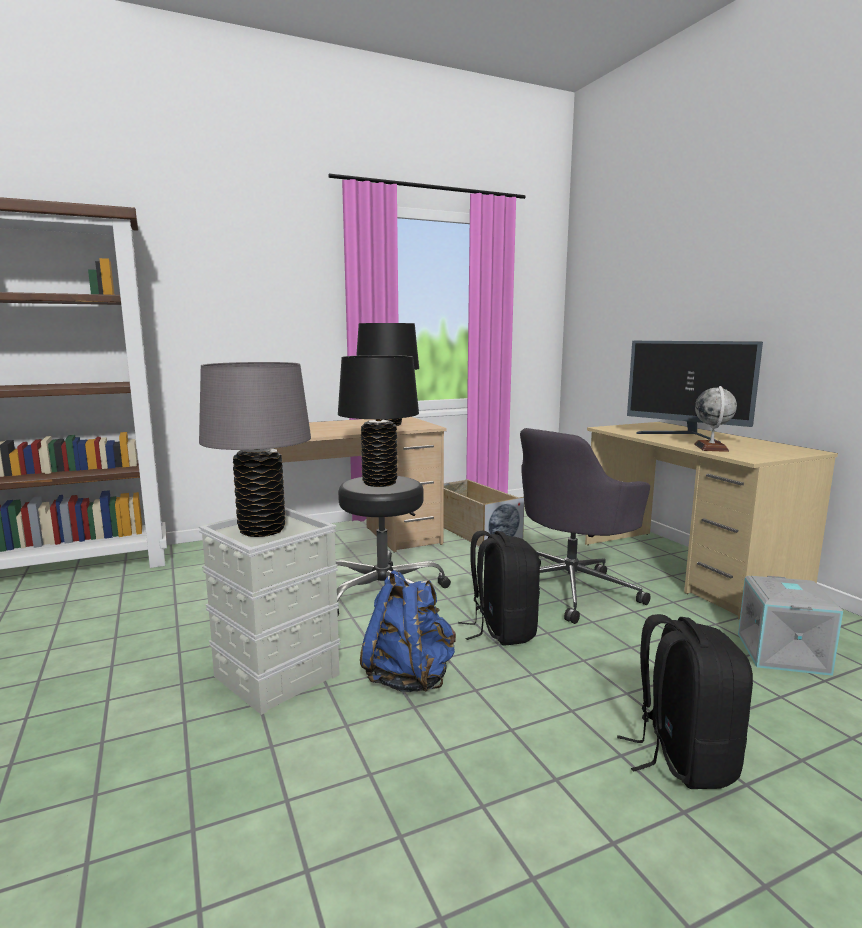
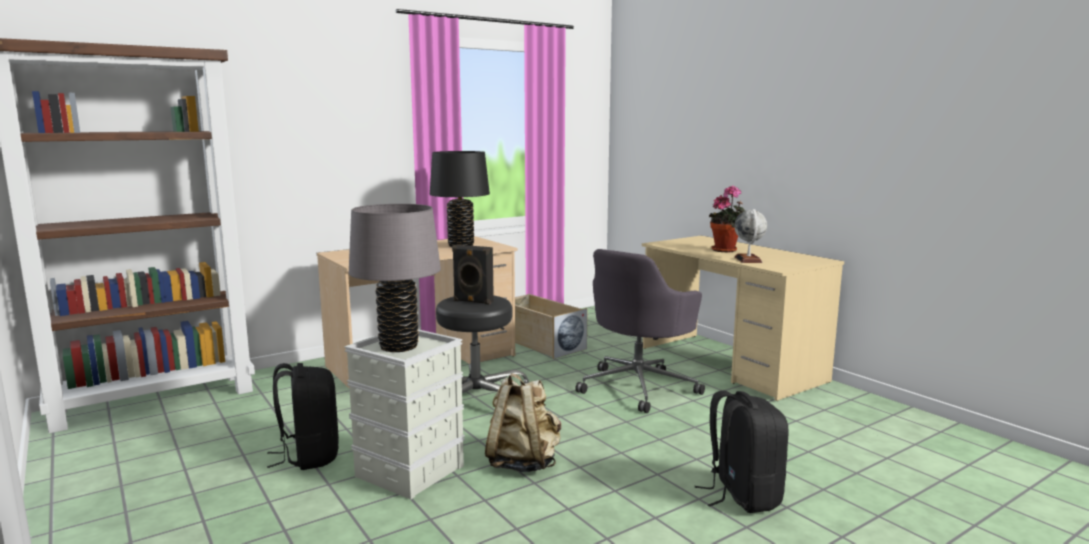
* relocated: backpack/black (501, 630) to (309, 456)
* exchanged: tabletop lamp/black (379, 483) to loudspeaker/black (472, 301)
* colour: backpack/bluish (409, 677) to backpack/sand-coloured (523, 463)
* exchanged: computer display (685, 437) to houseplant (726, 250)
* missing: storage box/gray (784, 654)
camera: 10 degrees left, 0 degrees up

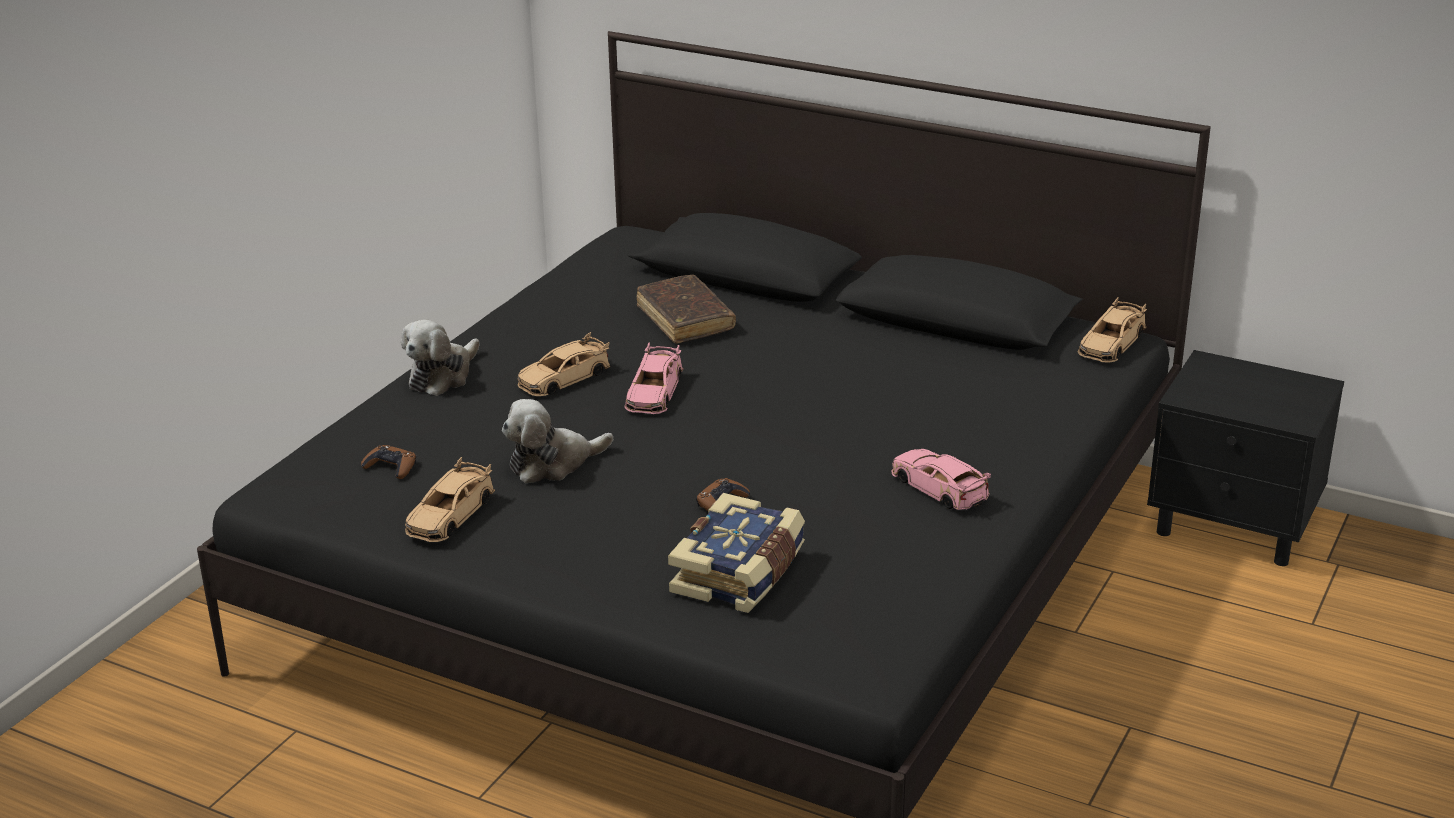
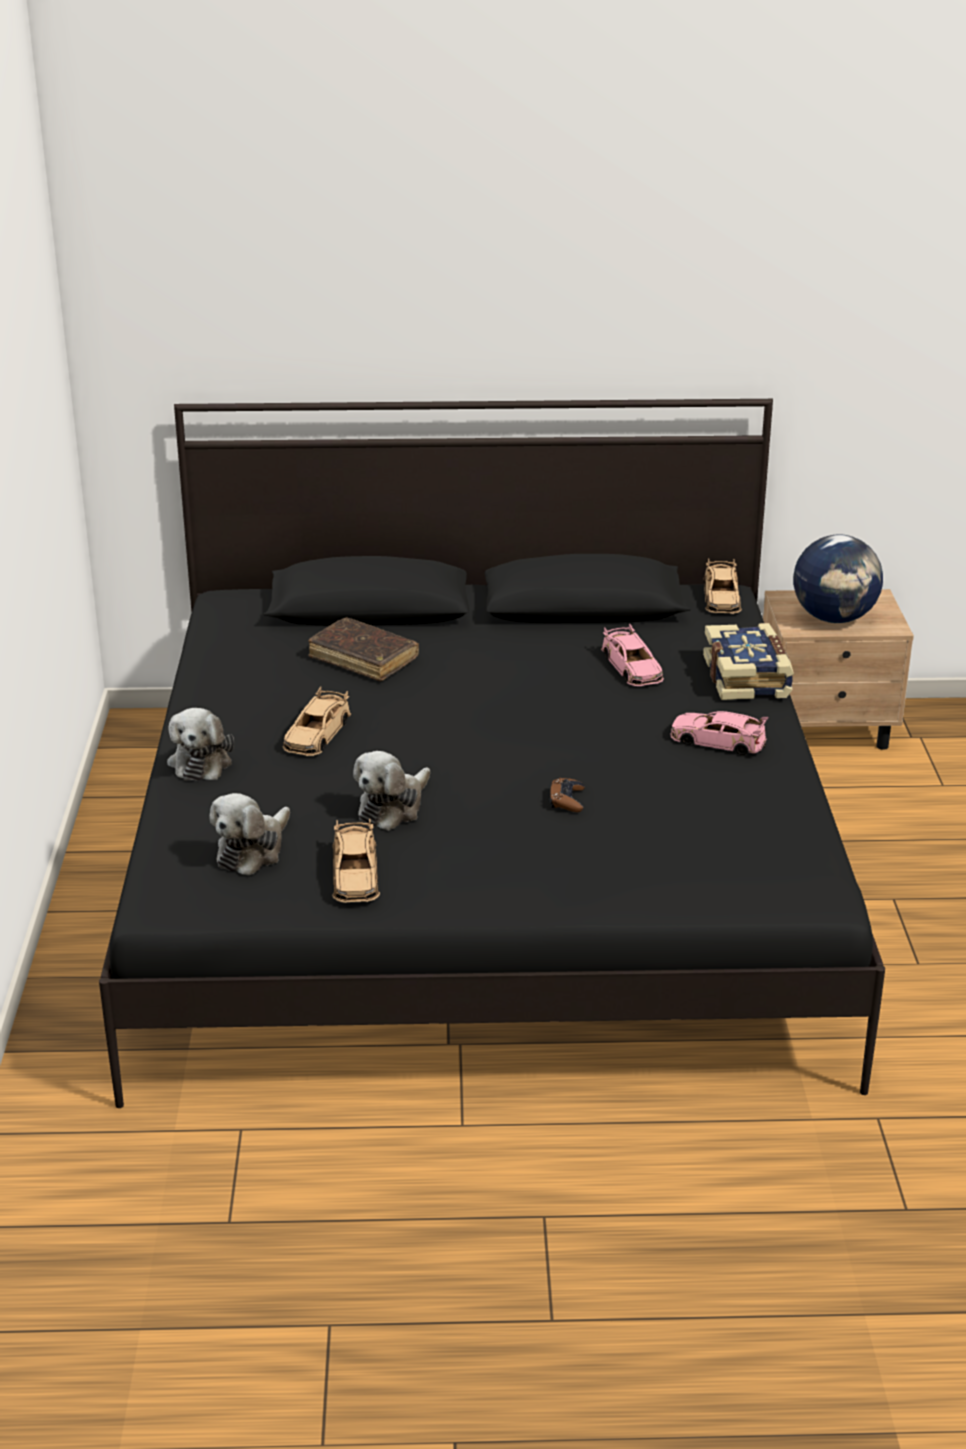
* exchanged: game controller/brown (391, 467) to cuddly toy (252, 851)
* relocated: model car/pink (654, 392) to (632, 668)
* relocated: book (741, 573) to (748, 678)
* colour: nightstand/black (1235, 526) to nightstand/sand-coloured (827, 729)
* appeared: desk globe (834, 619)
camera: 30 degrees left, 0 degrees up

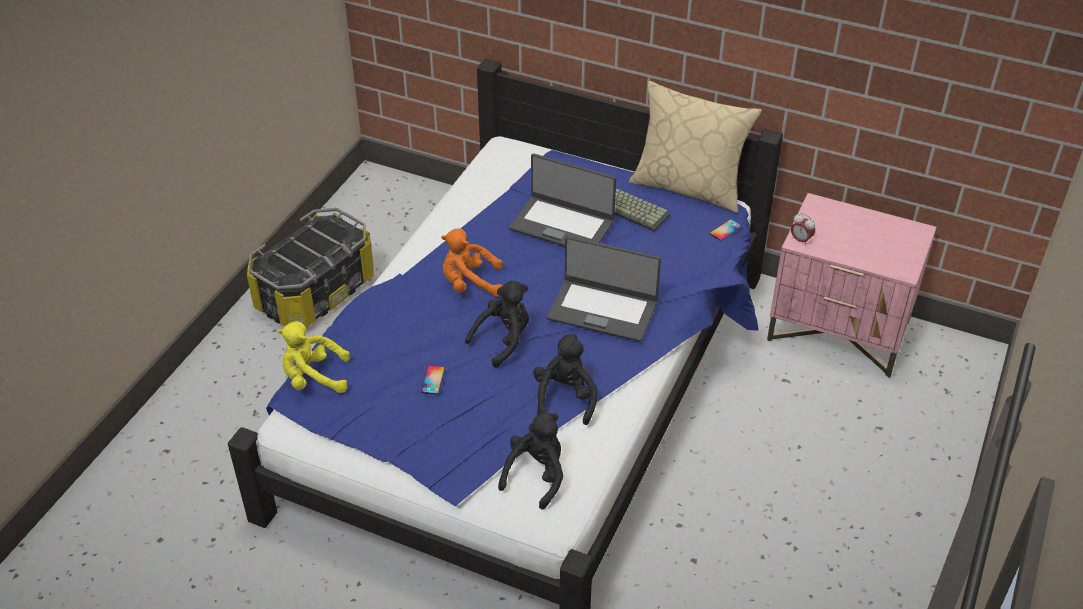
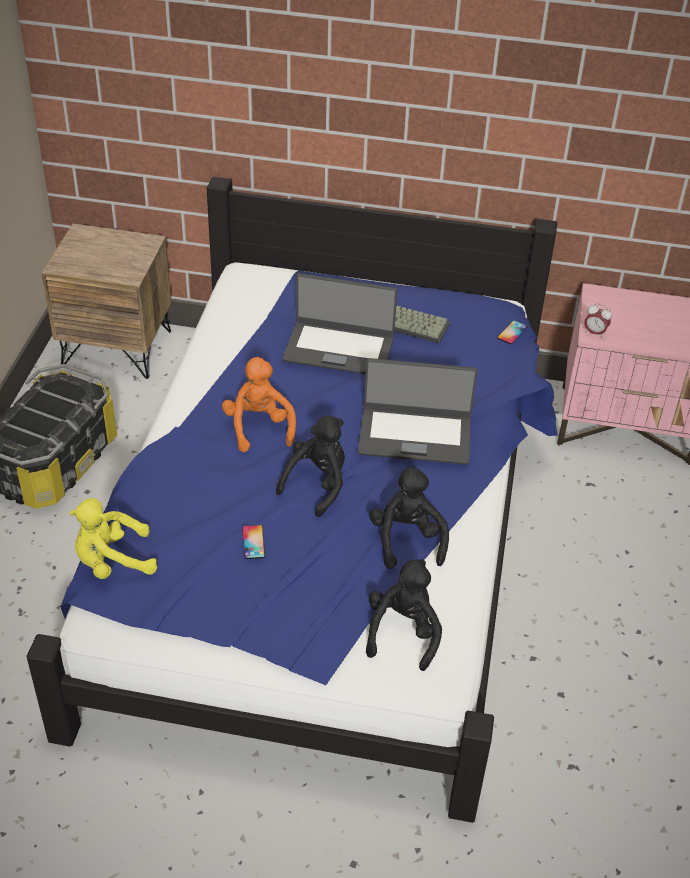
* appeared: nightstand/brown (117, 347)
* spun: cuddly toy/orangey (470, 283) = (259, 427) 90 degrees clockwise
* missing: throw pillow/sand-coloured (689, 187)
camera: 15 degrees left, 0 degrees up

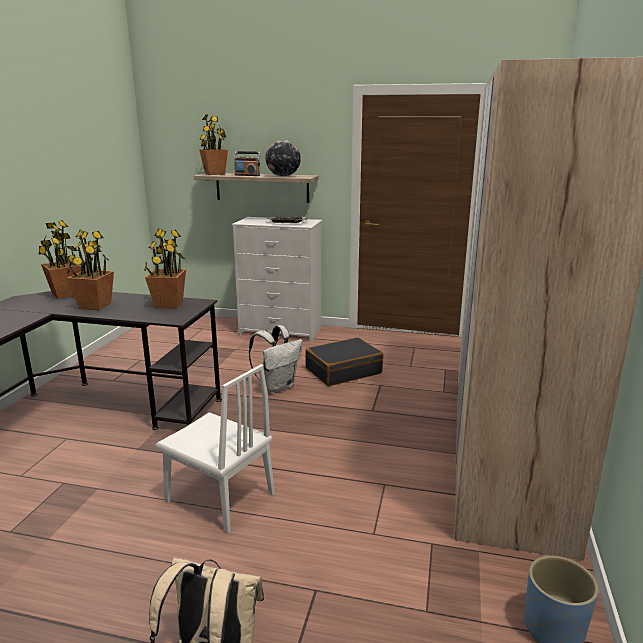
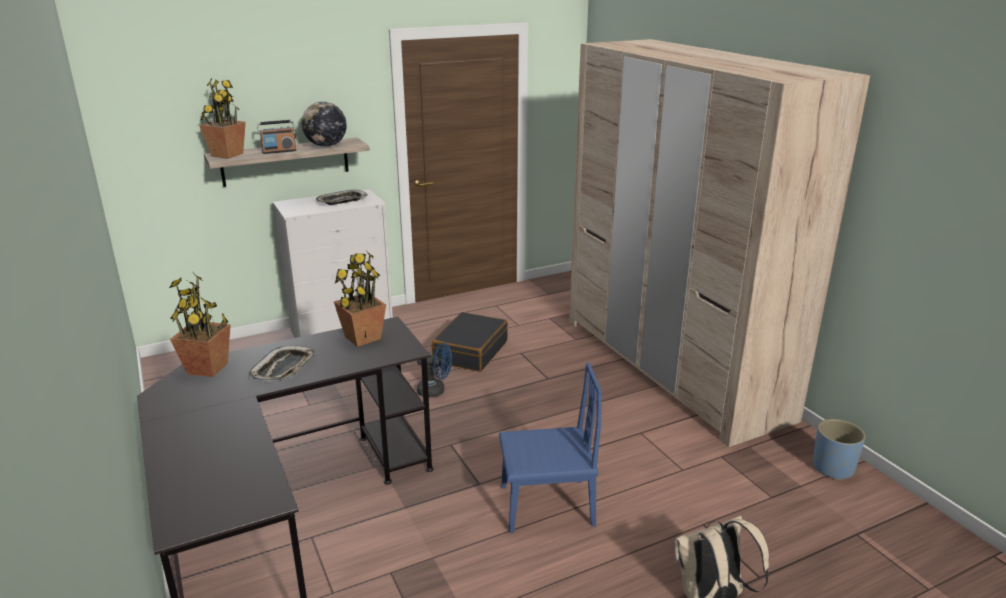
* exchanged: houseplant (94, 306) to carrying tray (284, 368)
* exchanged: backpack/white (277, 386) to fan/bluish (435, 391)
* colour: upright chair/white (219, 497) to upright chair/bluish (546, 505)
camera: 40 degrees left, 5 degrees up

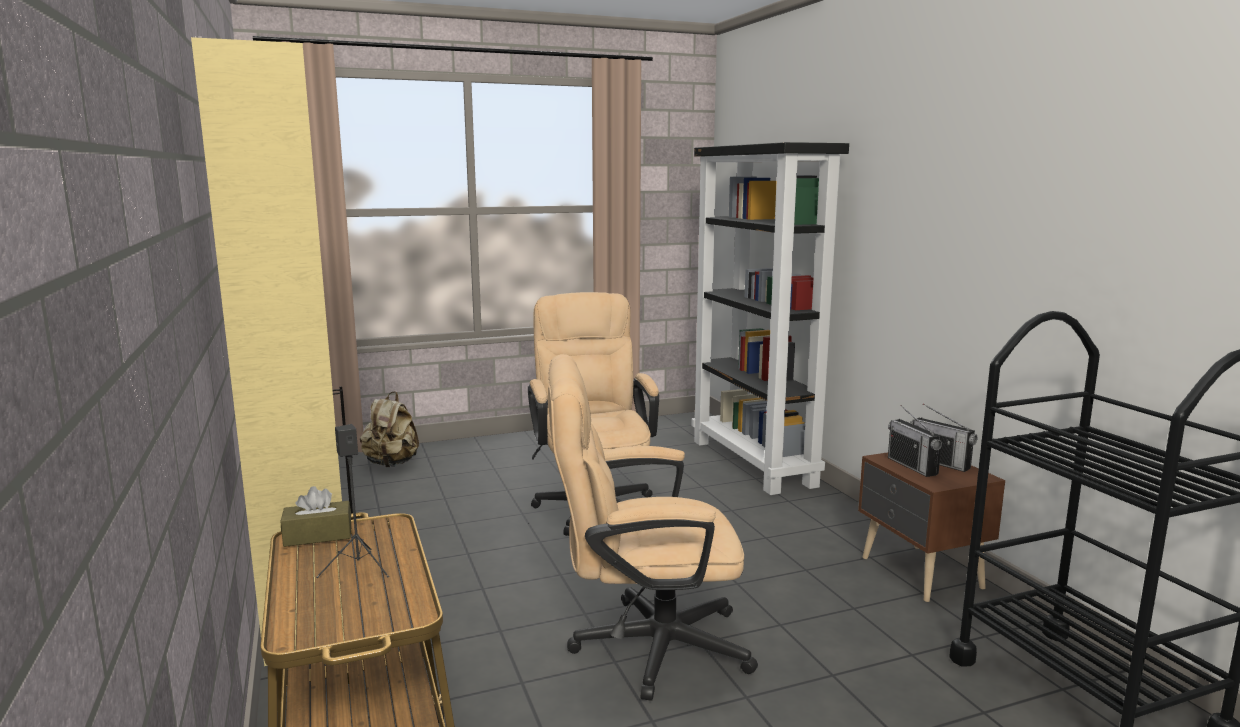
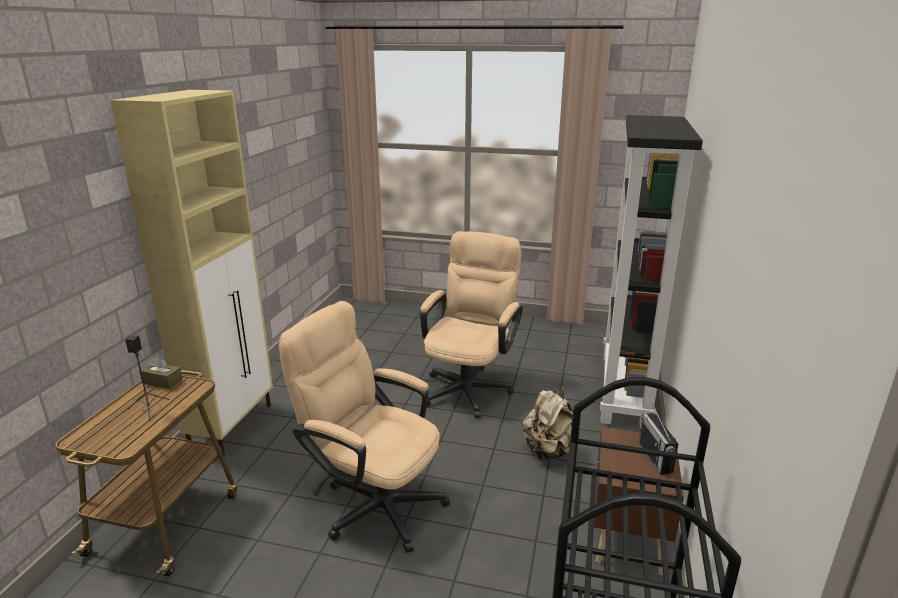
* relocated: backpack/sand-coloured (391, 464) to (548, 451)
* missing: radio (912, 466)
camera: 35 degrees right, 10 degrees up

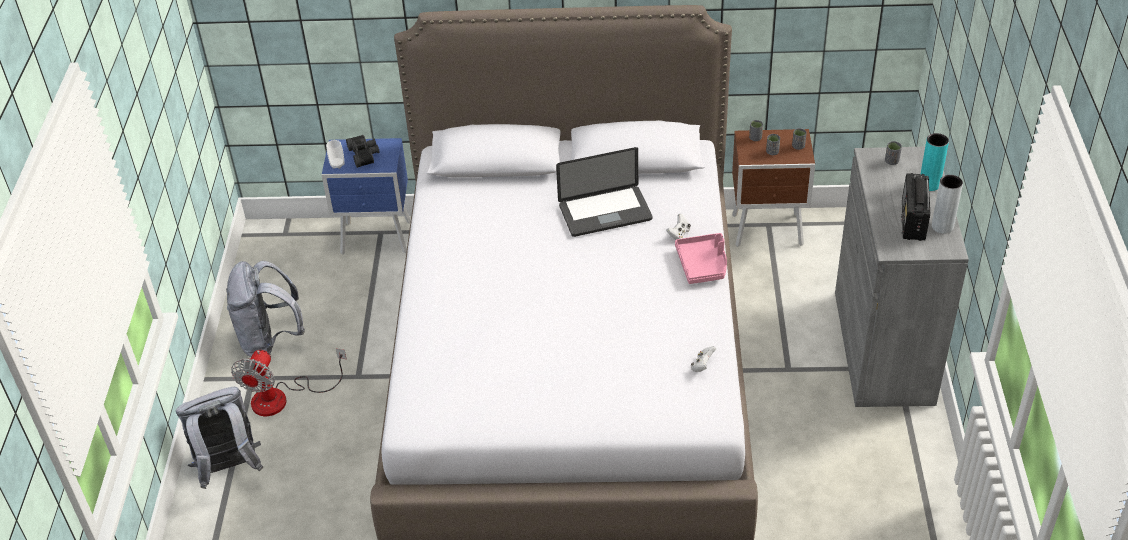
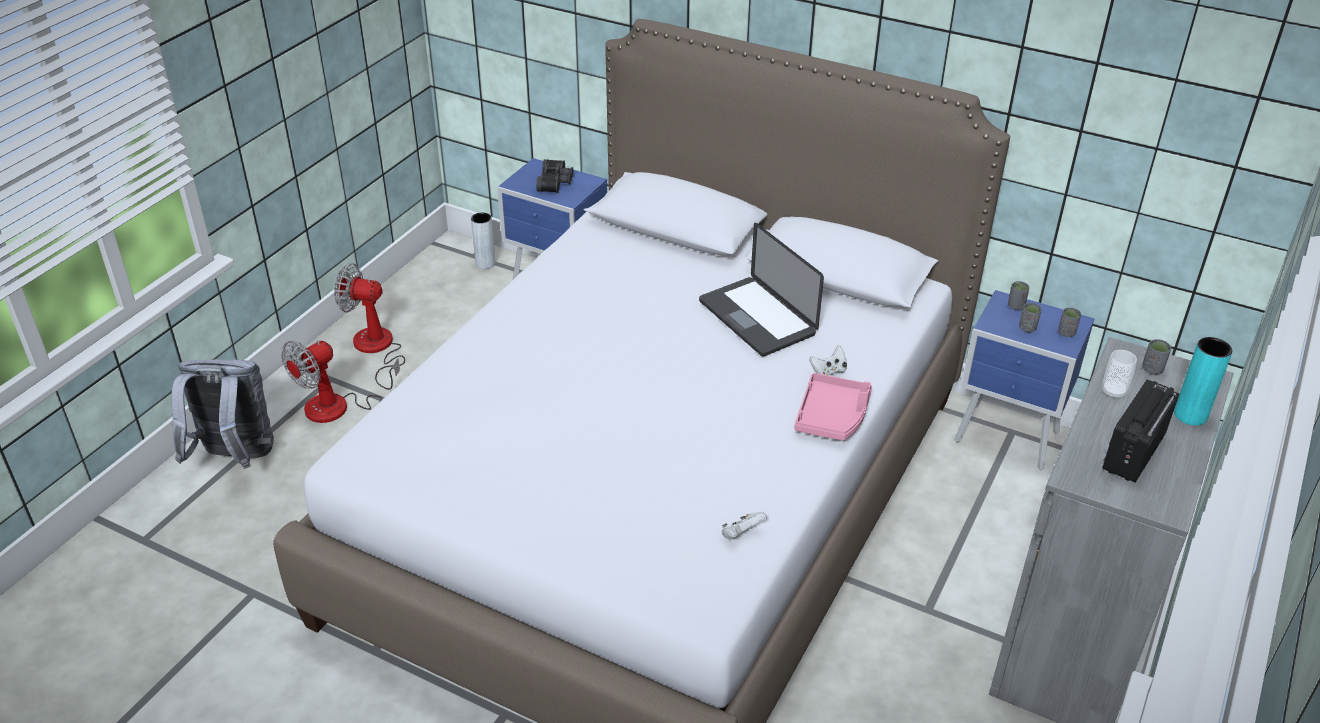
* exchanged: backpack/gray (270, 341) to fan (377, 350)
* relocated: decorative vase/gray (942, 226) to (485, 263)
* spun: laptop (605, 212) = (757, 318) 45 degrees clockwise
* colour: nightstand/brown (769, 231) to nightstand/bluish (1008, 439)
* relocated: cup (337, 165) to (1113, 392)
camera: 25 degrees right, 5 degrees down

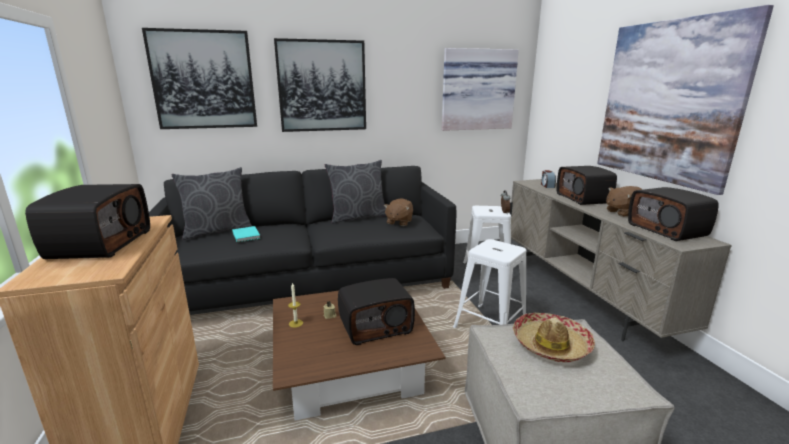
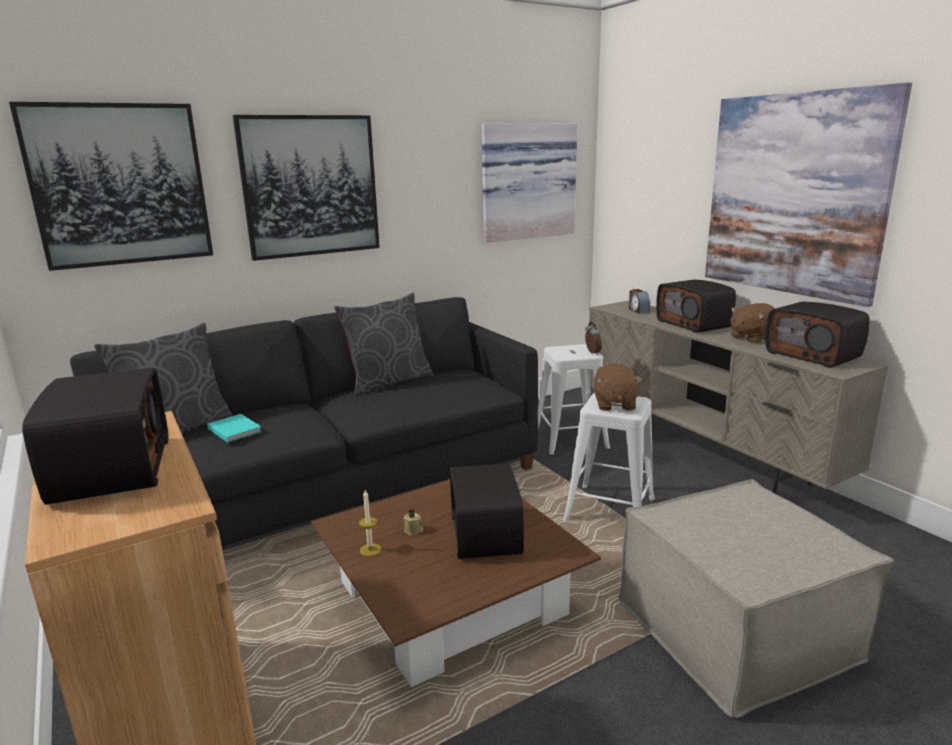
* spun: radio (376, 326) = (487, 534) 120 degrees clockwise
* relocated: cuddly toy/brown (399, 222) to (614, 404)
* missing: wearable hat (551, 344)
camera: 15 degrees left, 0 degrees up

